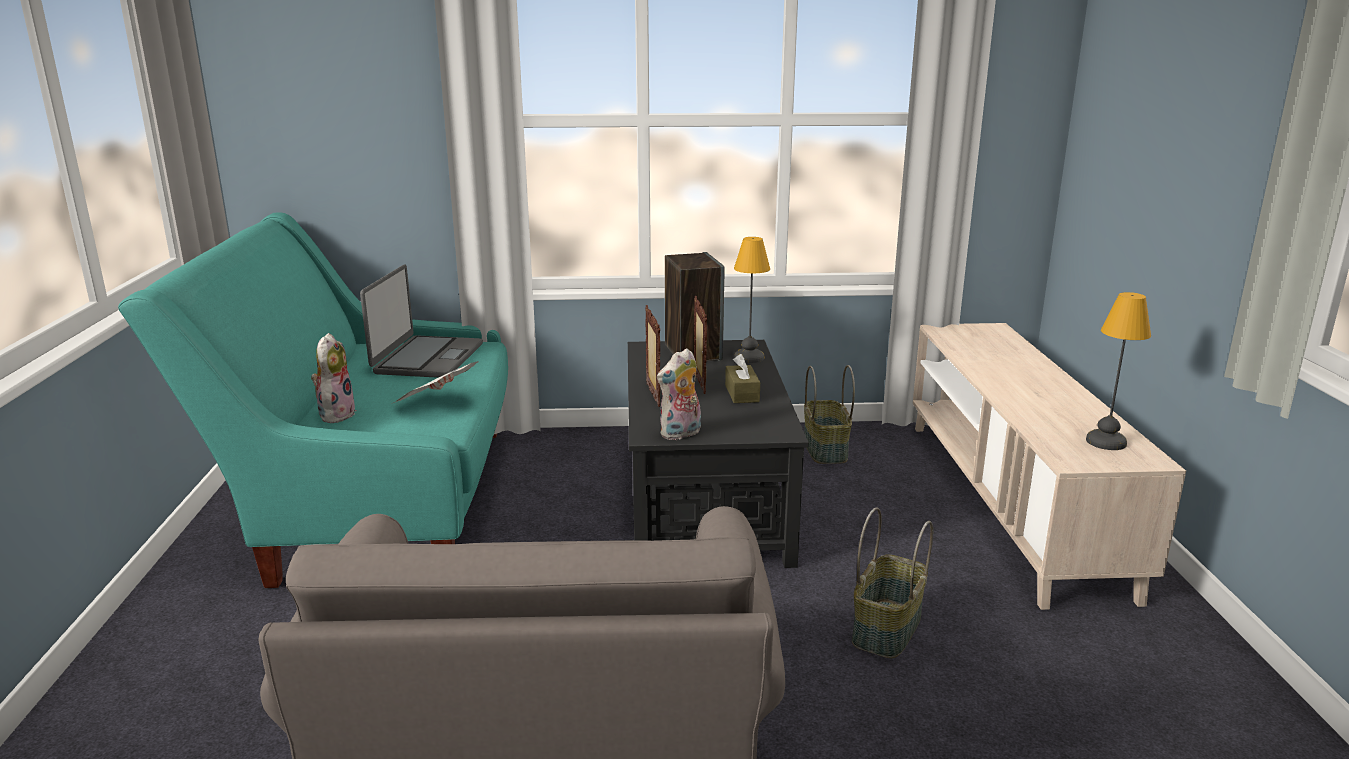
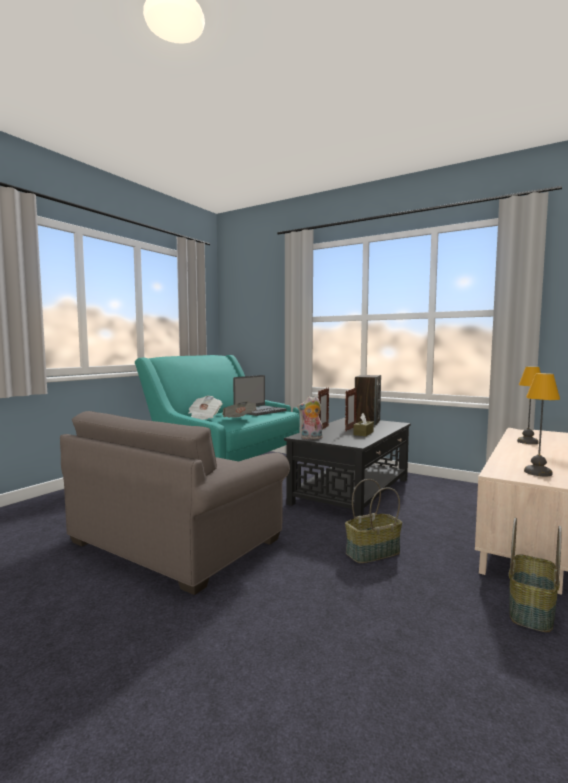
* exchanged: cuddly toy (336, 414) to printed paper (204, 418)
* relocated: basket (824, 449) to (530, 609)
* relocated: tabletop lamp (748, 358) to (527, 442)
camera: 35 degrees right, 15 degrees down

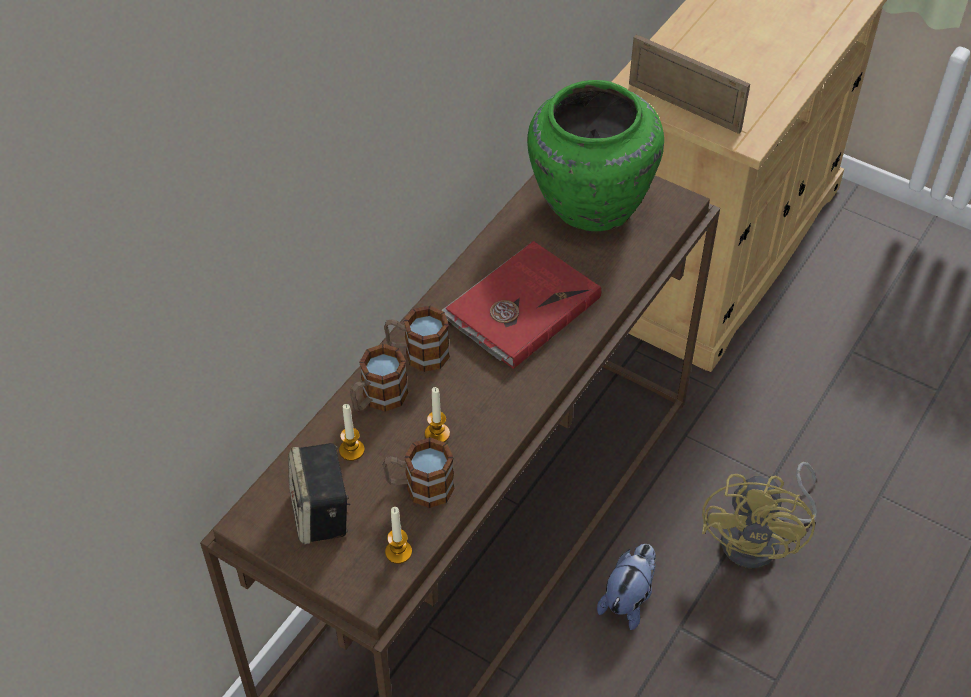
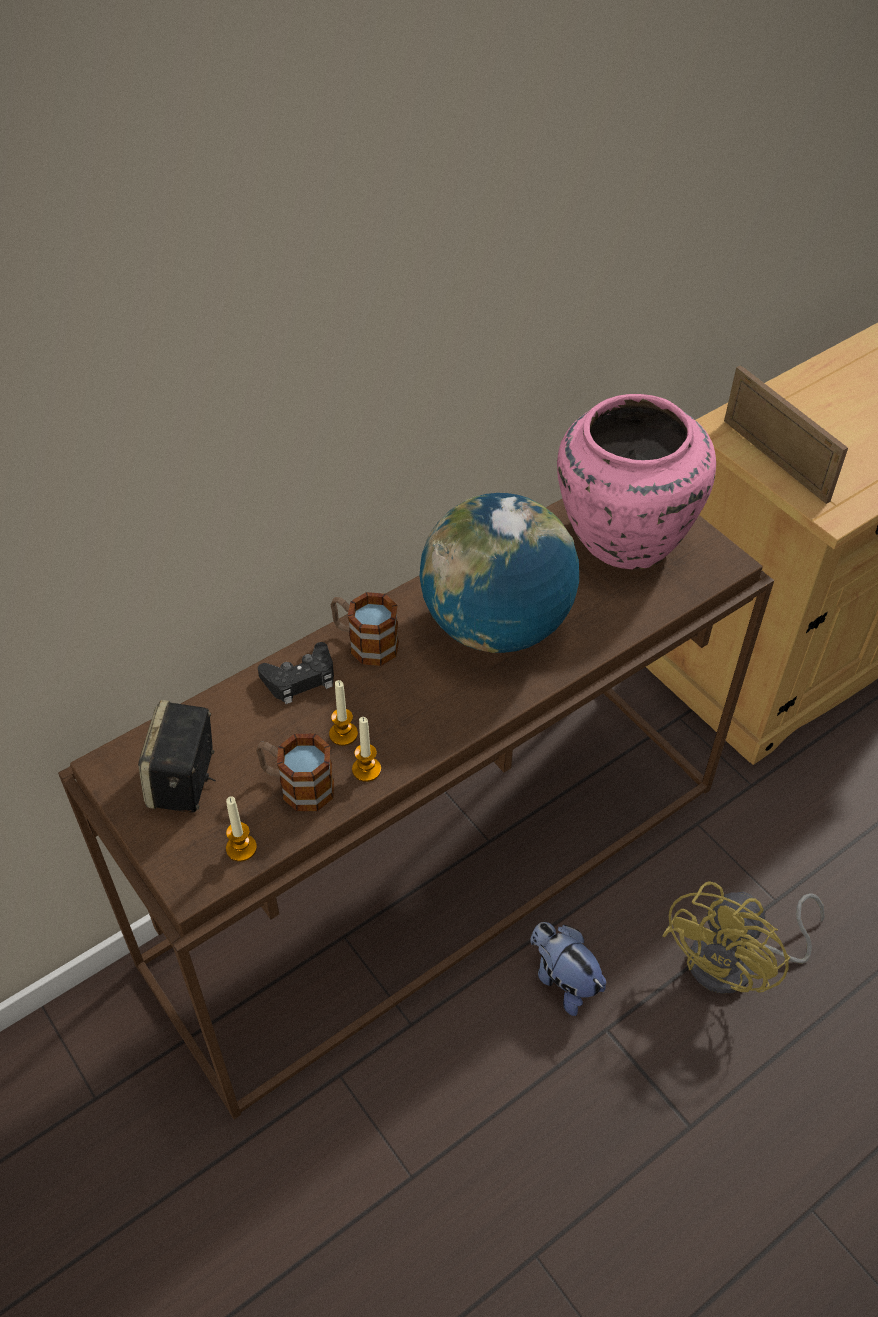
* exchanged: mug (378, 399) to game controller/black (300, 679)
* relocated: wax light (351, 450) to (366, 769)
* exchanged: book/red-coloured (520, 308) to desk globe (496, 626)
* spun: cuddly toy (628, 599) = (563, 980) 90 degrees counterclockwise
* colour: decorative vase/greenish (588, 204) to decorative vase/pink (622, 537)
camera: 20 degrees right, 0 degrees up

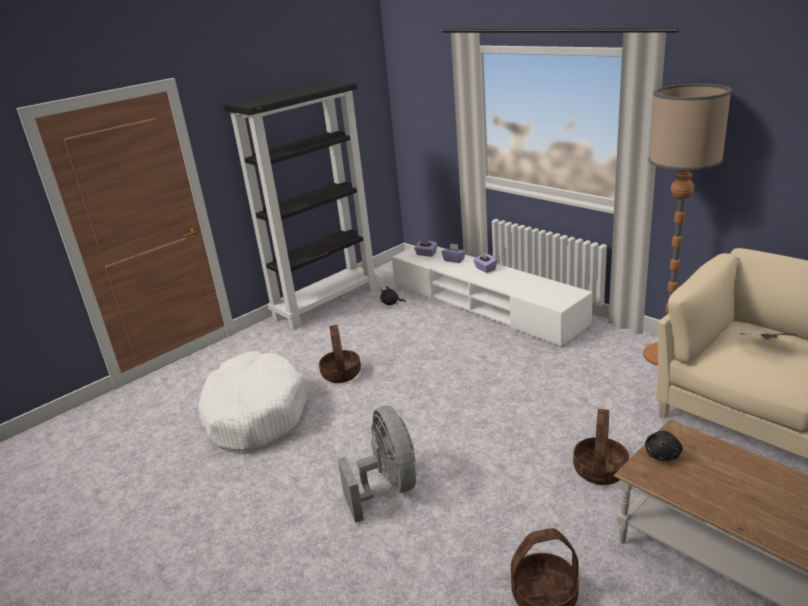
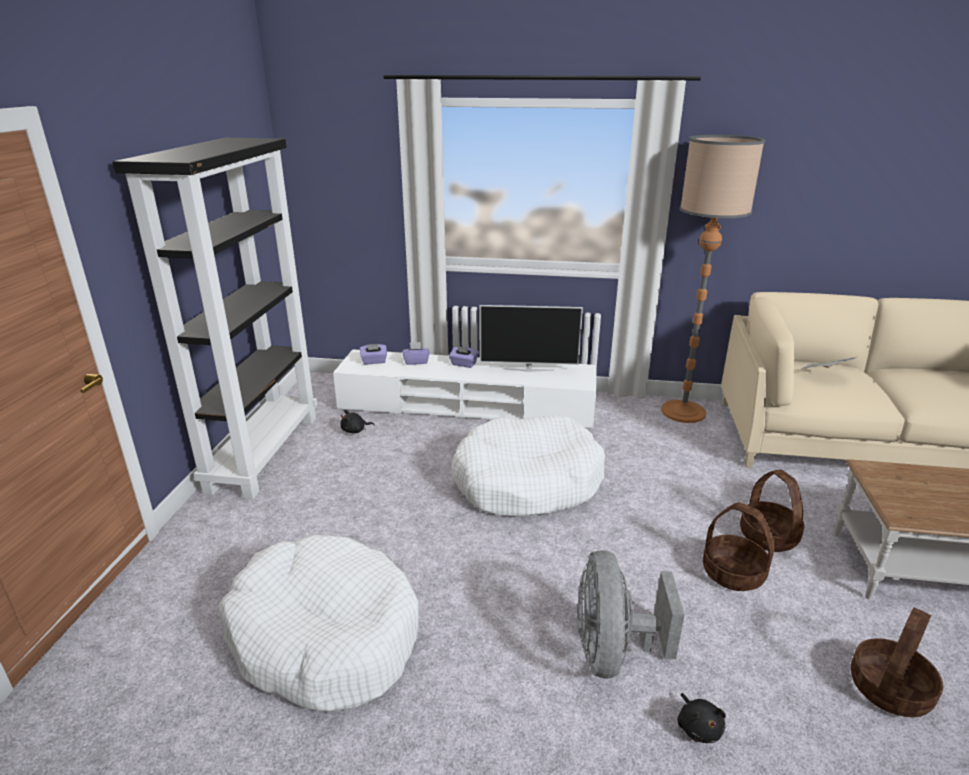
* appeared: pet bed/white (527, 482)
* appeared: TV (528, 369)
* spun: fan/gray (388, 487) = (613, 652) 120 degrees counterclockwise
* relocated: cuddly toy/black (662, 454) to (698, 727)
* relocated: basket (341, 373) to (732, 573)
camera: 40 degrees left, 0 degrees up

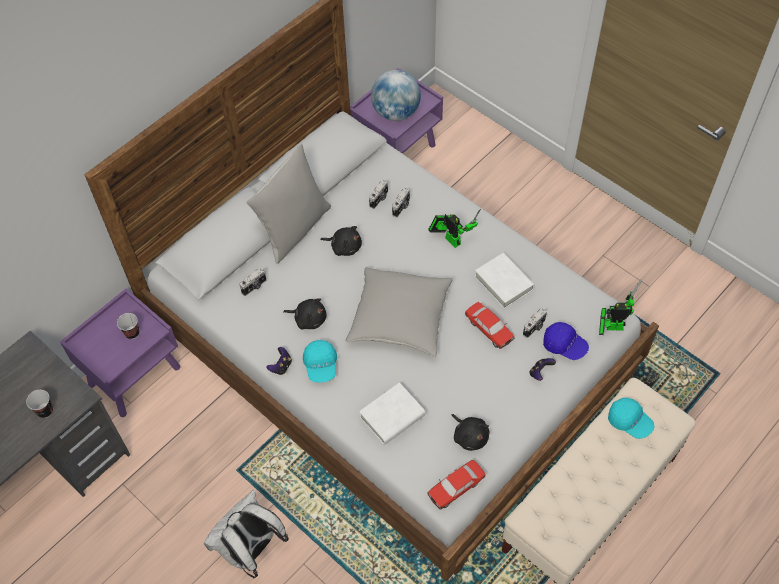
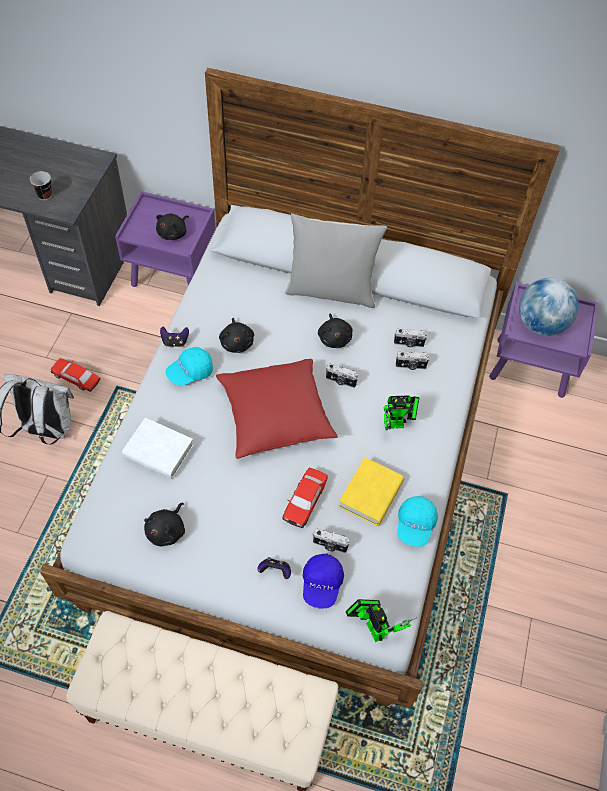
* relocated: model car (456, 487) to (76, 378)
* exchanged: cup (132, 333) to cuddly toy/black (173, 233)
* colour: throw pillow/gray (400, 318) to throw pillow/red-coloured (275, 416)
* relocated: photo camera (254, 287) to (340, 381)
* colour: book/white (504, 283) to book/yellow-coloured (370, 494)
* spun: model robot (451, 239) = (398, 424) 60 degrees clockwise
* relocated: cap/turquoise-coloured (629, 422) to (415, 525)
camera: 60 degrees right, 0 degrees up

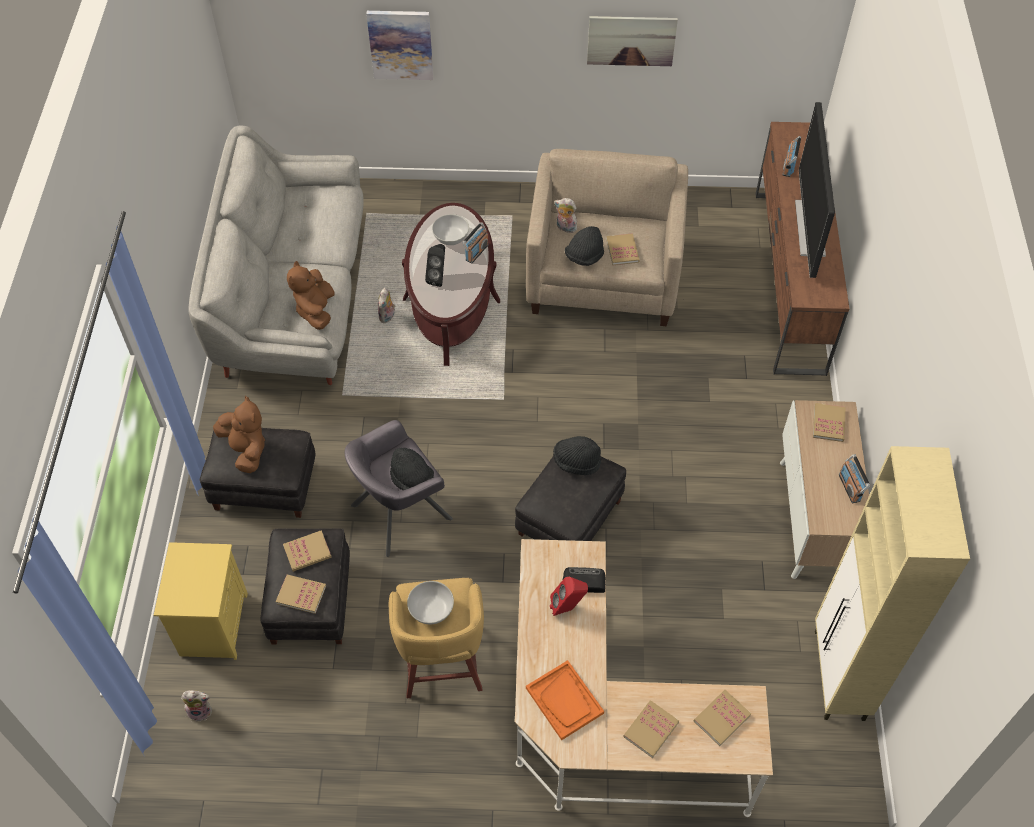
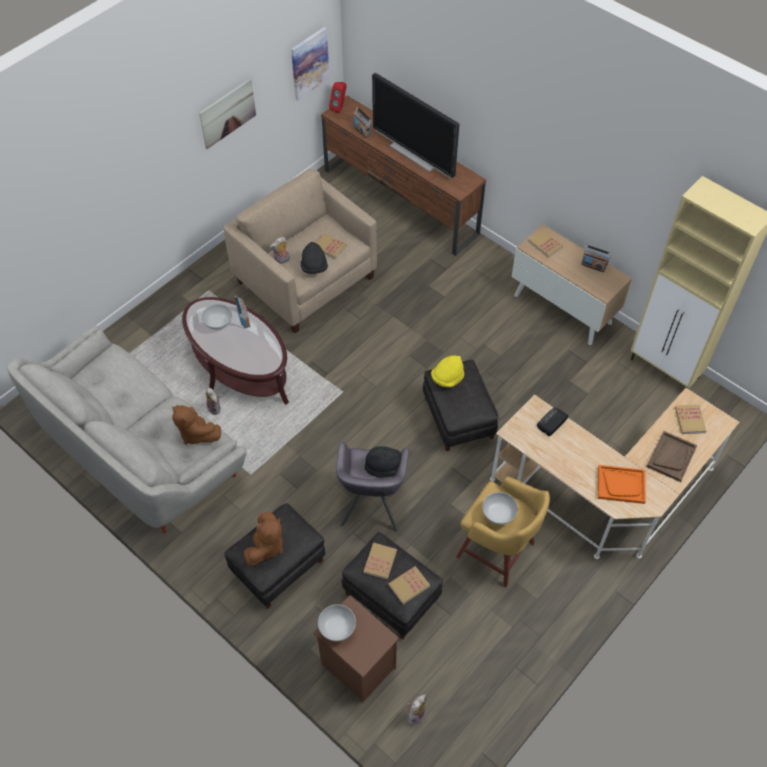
* spun: cuddly toy/brown (246, 450) = (266, 547) 105 degrees clockwise
* relocated: wall picture (401, 44) to (309, 63)
* colour: nightstand/yellow-coloured (213, 624) to nightstand/brown (356, 665)
* appeared: serving bowl/white (337, 628)
* relocated: loudspeaker/red-coloured (568, 607) to (339, 108)
* colour: wearable hat/black (576, 462) to wearable hat/yellow-coloured (447, 378)
* exchanged: book (651, 729) to carrying tray/brown (671, 457)
* missing: loudspeaker/black (438, 277)
camera: 50 degrees left, 0 degrees up

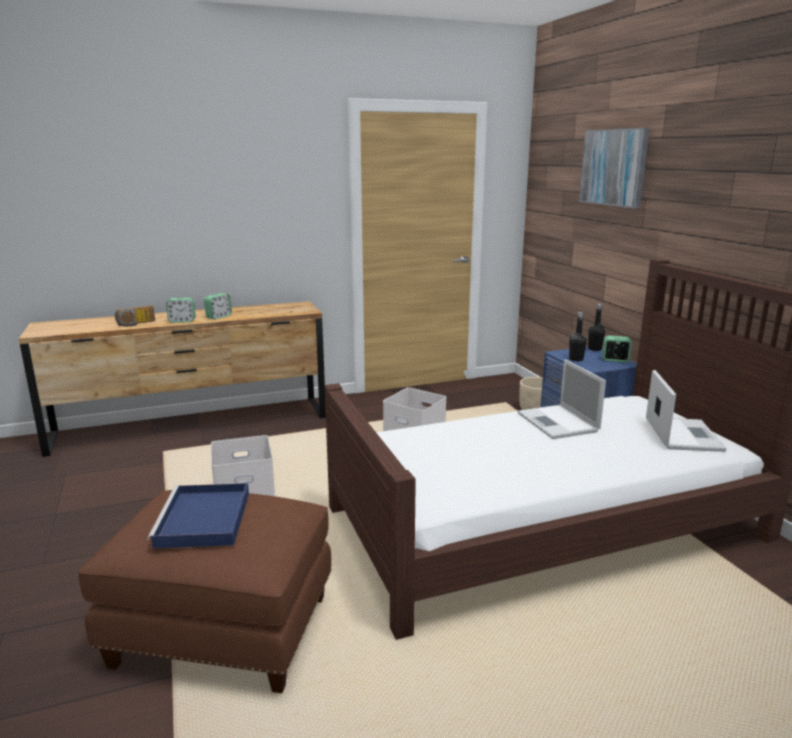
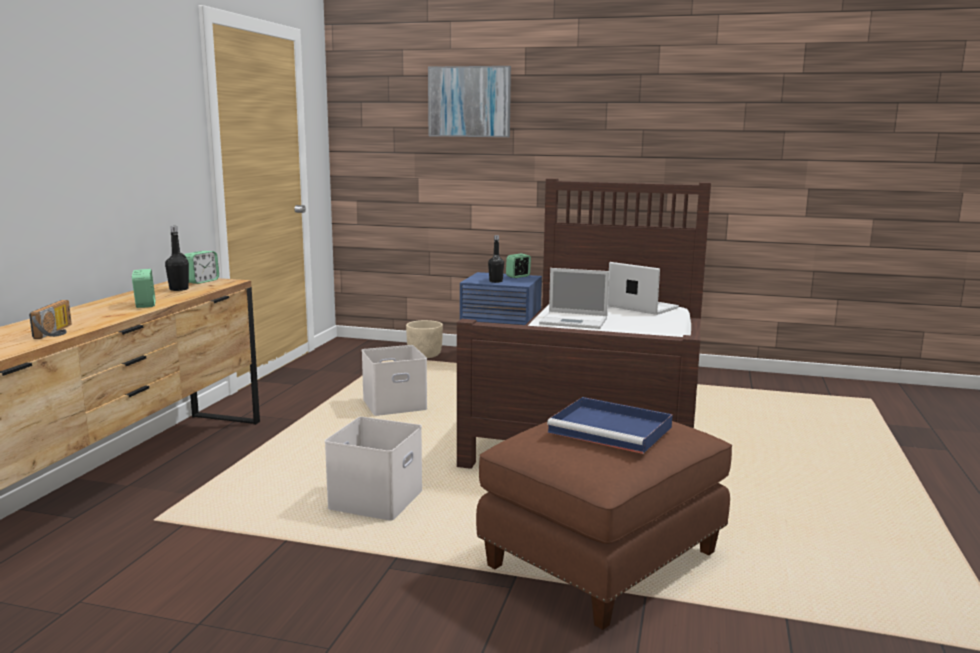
* relocated: bottle/black (594, 349) to (179, 289)
* relocated: table clock (182, 321) to (202, 281)
camera: 55 degrees left, 5 degrees down

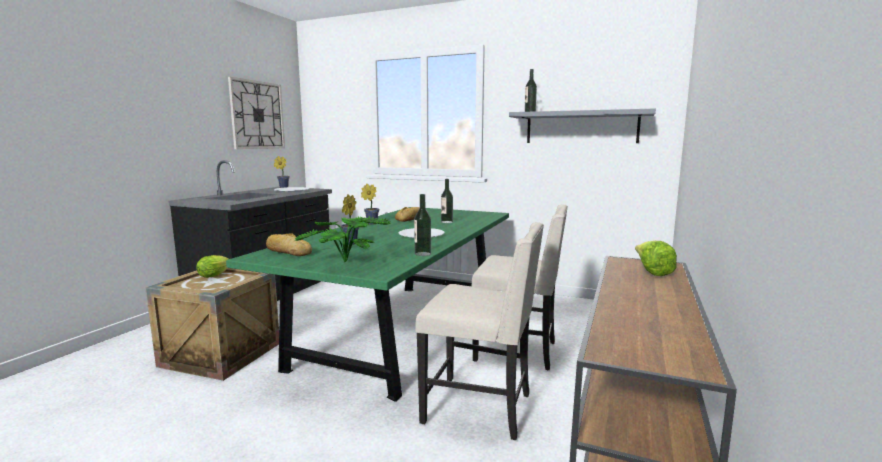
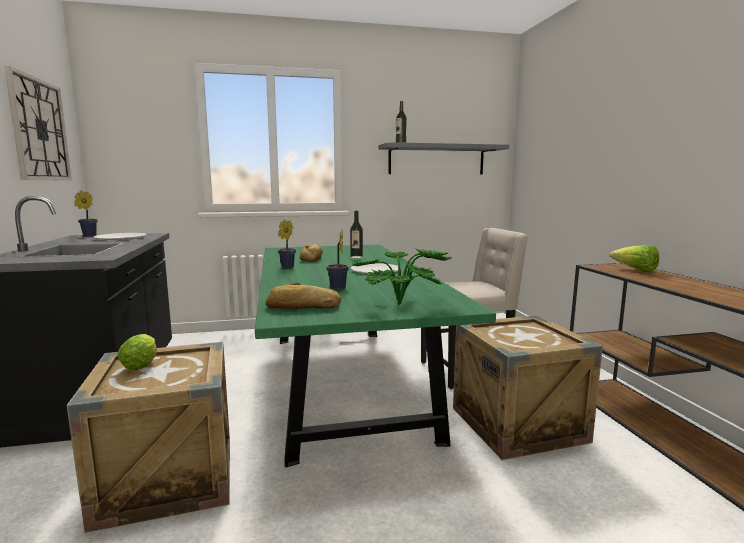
* exchanged: upright chair/sand-coloured (480, 408) to shipping crate (517, 424)
* missing: bottle (422, 254)
camera: 35 degrees left, 0 degrees up

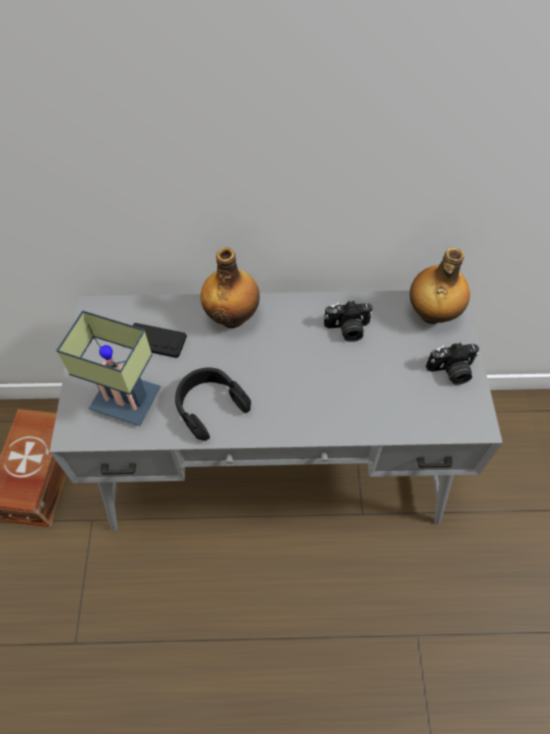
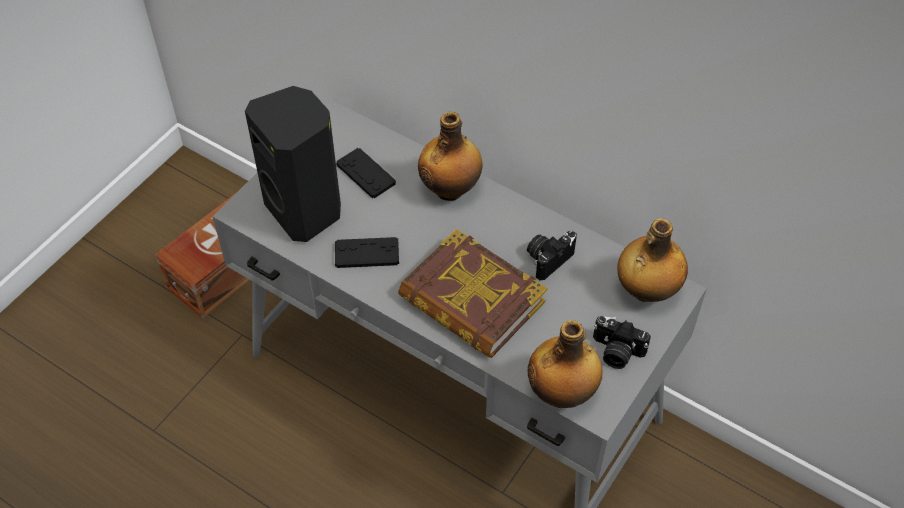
* exchanged: tabletop lamp (130, 399) to loudspeaker/black (306, 210)
* exchanged: pair of headphones/black (209, 405) to game controller/black (367, 253)
* appeared: book (471, 301)
* spun: photo camera (347, 329) = (548, 259) 105 degrees clockwise
* appeared: bottle (562, 393)
camera: 35 degrees right, 5 degrees down

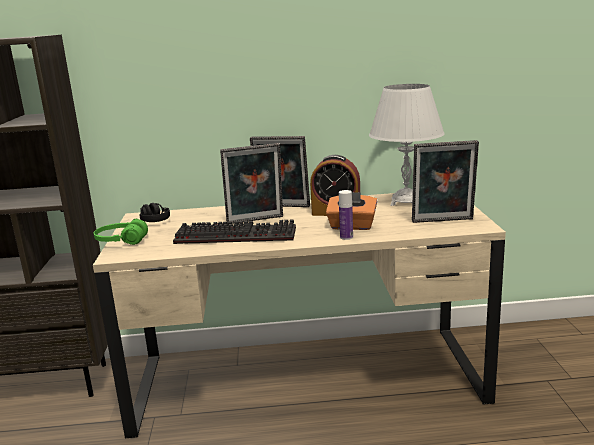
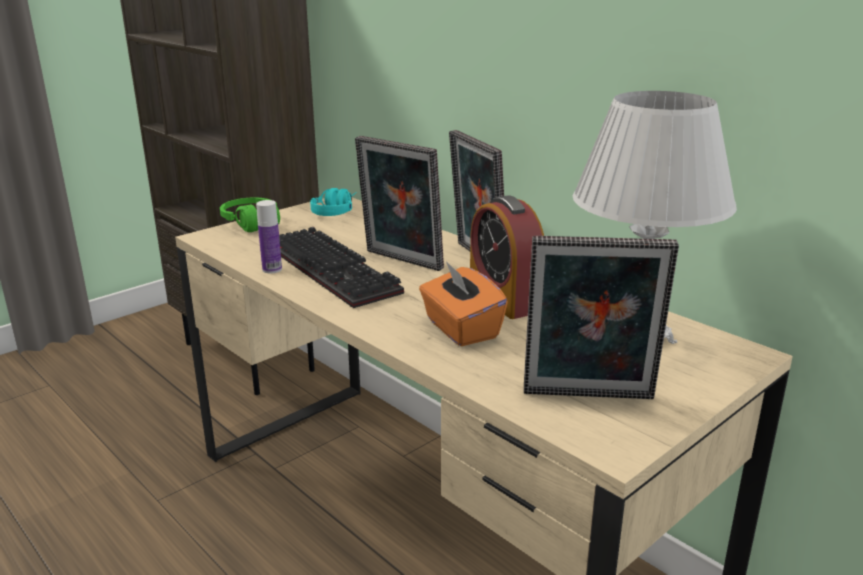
* relocated: bottle (346, 237) to (272, 269)
* colour: pair of headphones/black (153, 219) to pair of headphones/turquoise-coloured (336, 211)
* spun: standing frame (443, 221) = (588, 398) 45 degrees counterclockwise
camera: 50 degrees right, 5 degrees up

